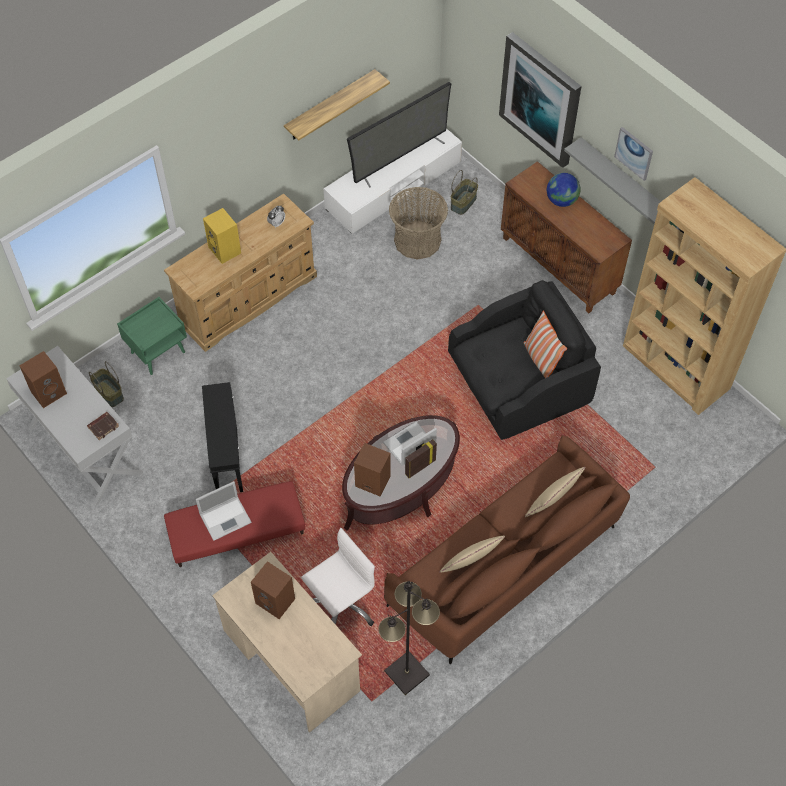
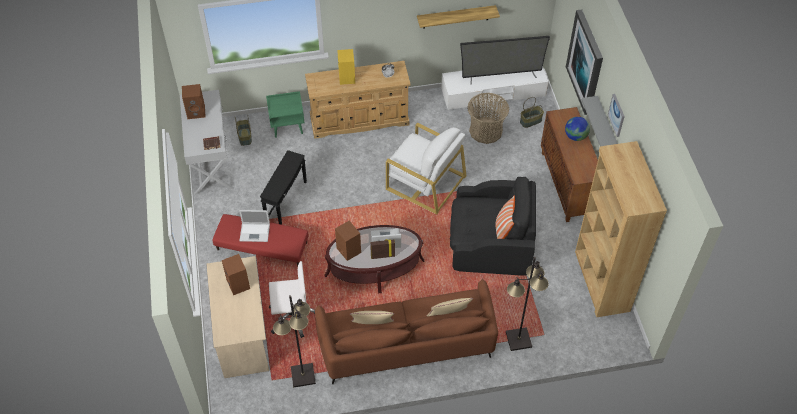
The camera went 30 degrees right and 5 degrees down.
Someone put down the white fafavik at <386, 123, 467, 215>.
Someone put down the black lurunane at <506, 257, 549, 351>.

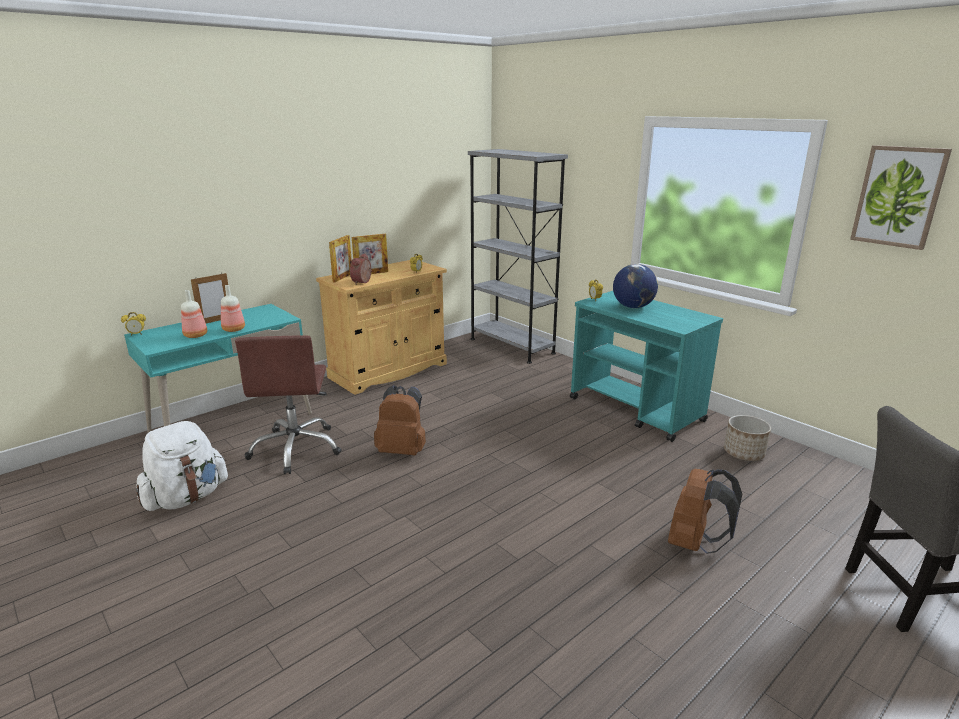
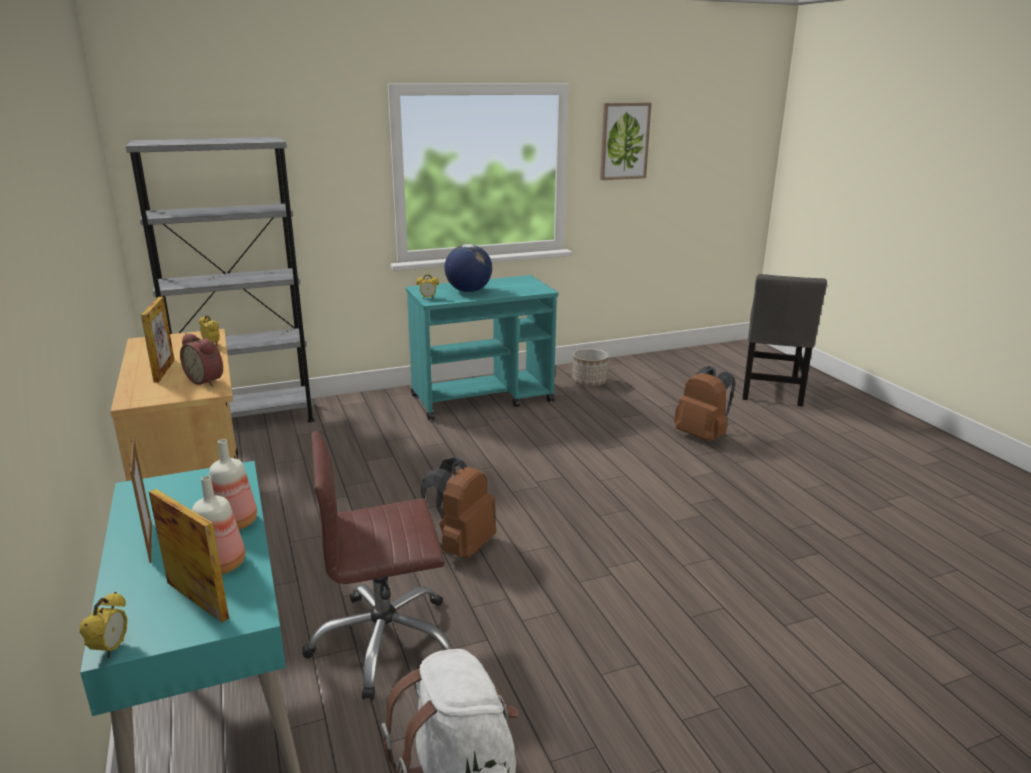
The camera went 70 degrees left and 0 degrees up.
Someone carried the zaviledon from <329, 235, 352, 282> to <149, 489, 229, 622>.
Someone rotated the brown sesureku at <235, 336, 341, 474> by 150 degrees clockwise.

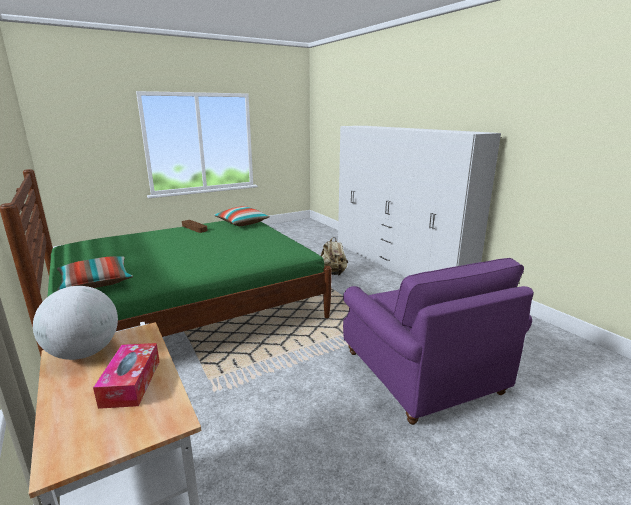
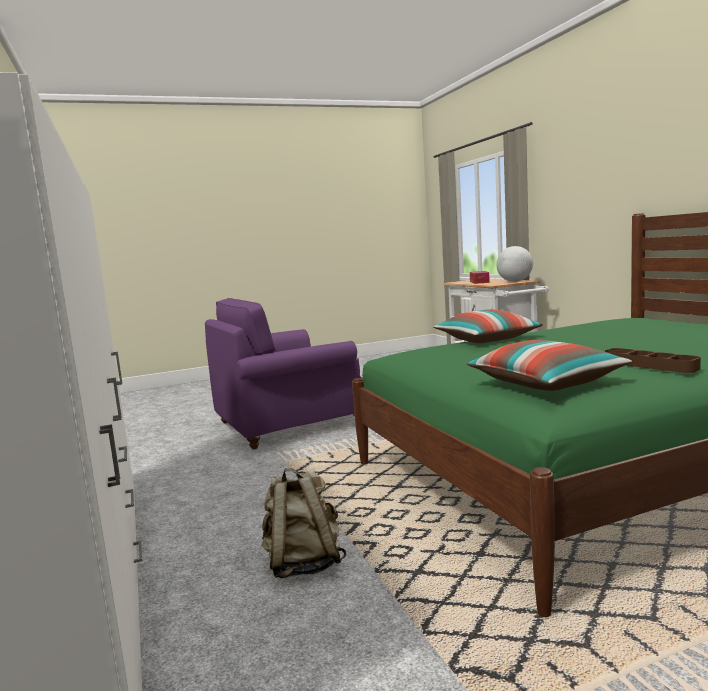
The camera went 170 degrees left and 10 degrees down.
Someone carried the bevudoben from <57, 256, 133, 290> to <433, 309, 543, 343>.
Someone rotated the purple fafavik at <343, 258, 534, 425> by 105 degrees counterclockwise.

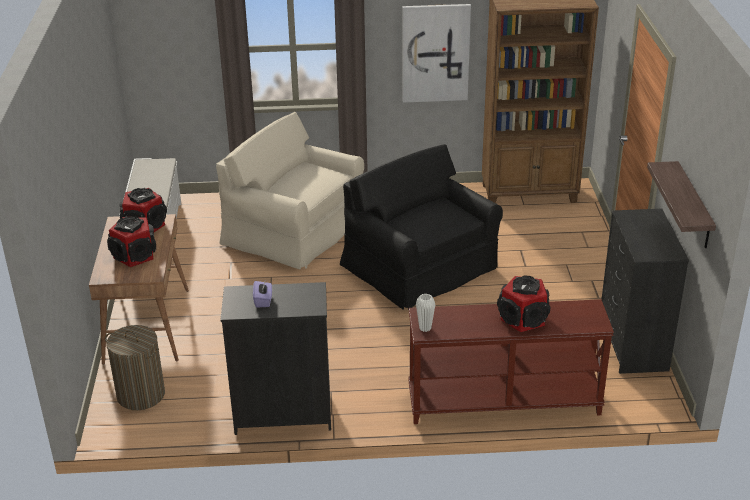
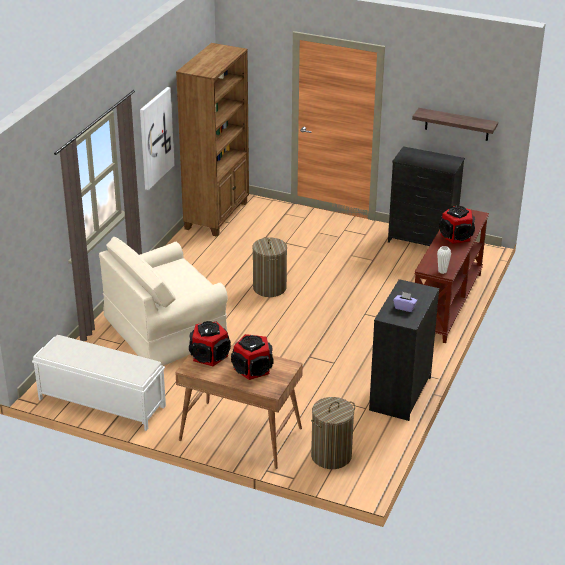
The camera went 65 degrees left and 0 degrees up.
Someone swapped the black fafavik at <340, 144, 503, 310> for the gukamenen at <252, 237, 287, 297>.

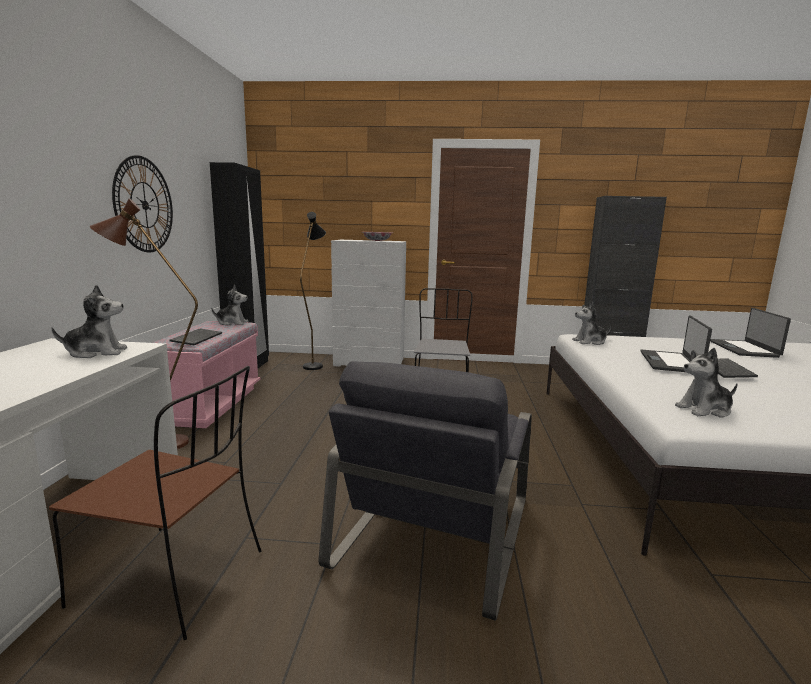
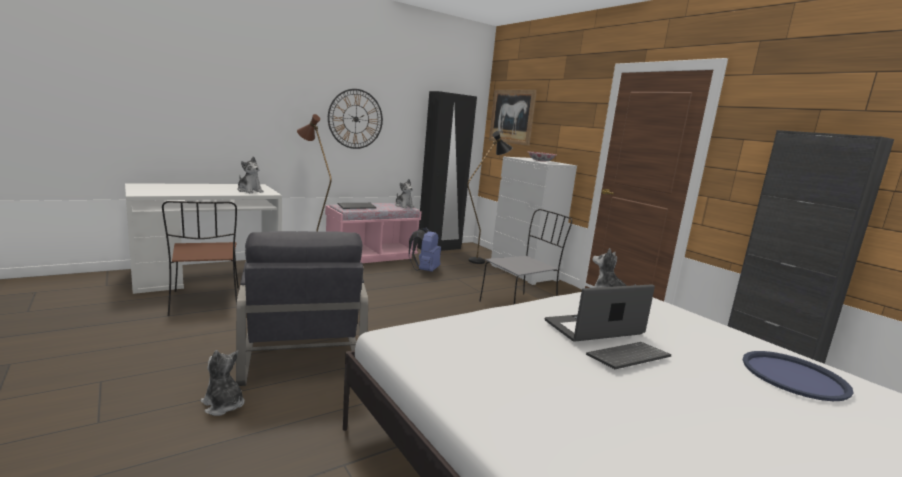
The camera went 50 degrees right and 0 degrees up.
Someone put down the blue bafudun at <409, 228, 441, 272>.
Someone put up the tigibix at <489, 90, 537, 146>.
Someone carried the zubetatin from <675, 348, 738, 418> to <201, 350, 245, 416>.
Someone swapped the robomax at <710, 308, 791, 358> for the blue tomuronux at <742, 351, 853, 401>.
Someone rotated the grey fafavik at <318, 361, 532, 621> by 90 degrees counterclockwise.

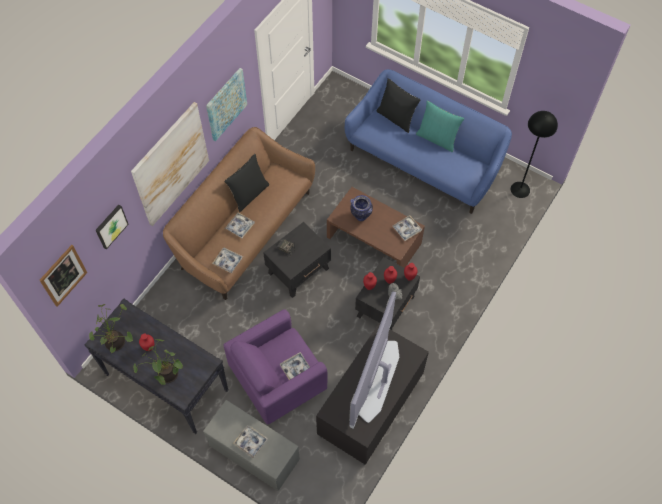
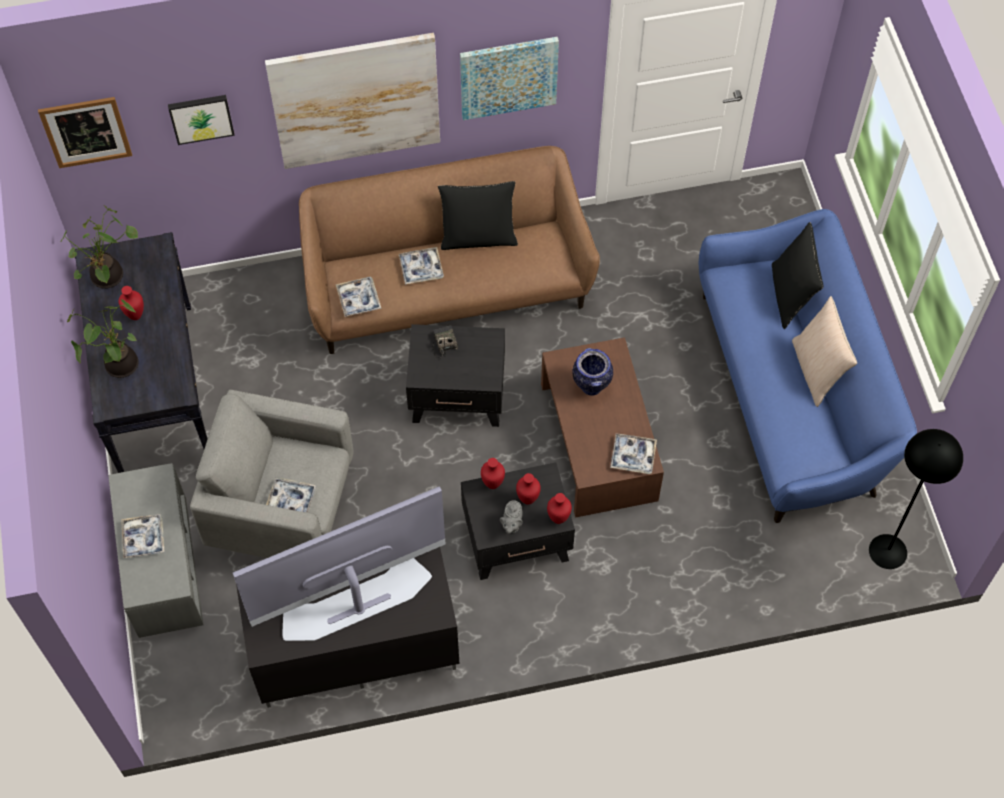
The camera went 45 degrees right and 0 degrees up.
Someone repainted the purple fafavik at <224, 309, 327, 425>, which became the grey fafavik at <190, 390, 354, 558>.
Someone repainted the turquoise bevudoben at <416, 100, 464, 152>, which became the beige bevudoben at <792, 296, 857, 407>.

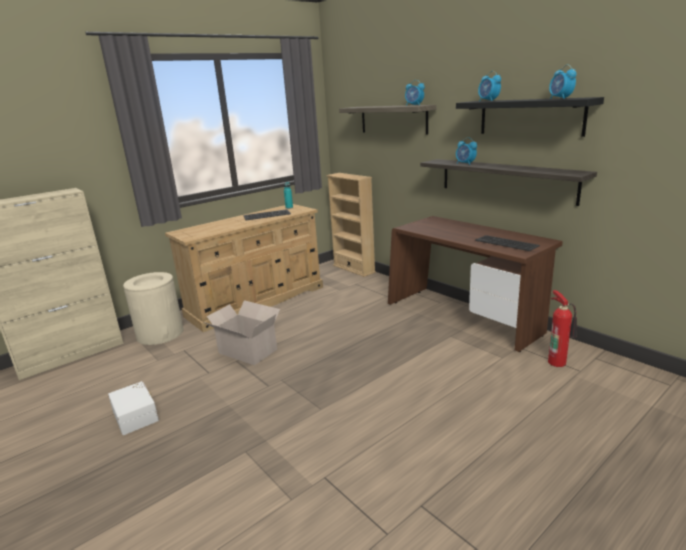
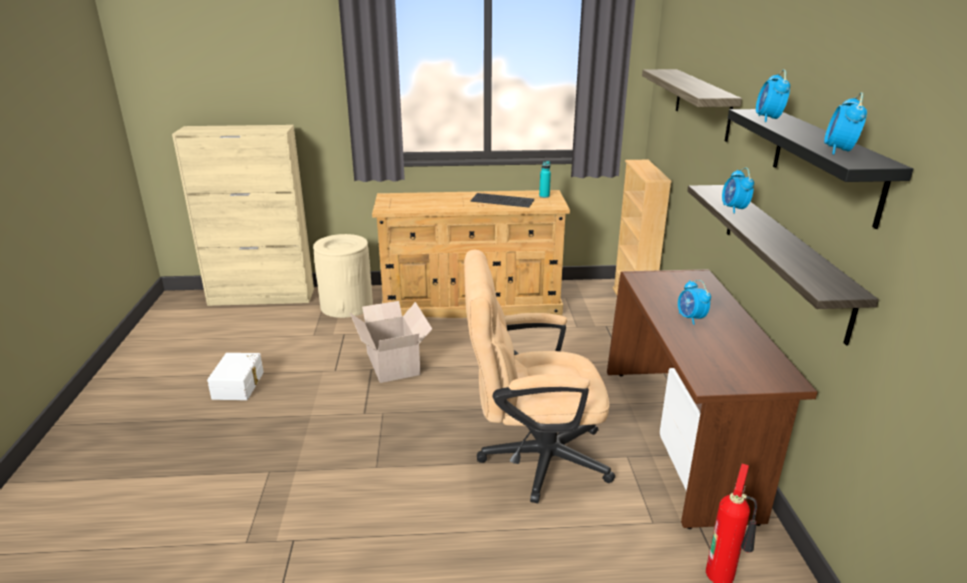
The camera went 35 degrees right and 5 degrees up.
Someone took away the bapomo at <475, 235, 540, 251>.
Someone put down the beige sesureku at <464, 249, 615, 503>.
Someone carried the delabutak from <405, 80, 425, 106> to <678, 280, 711, 325>.

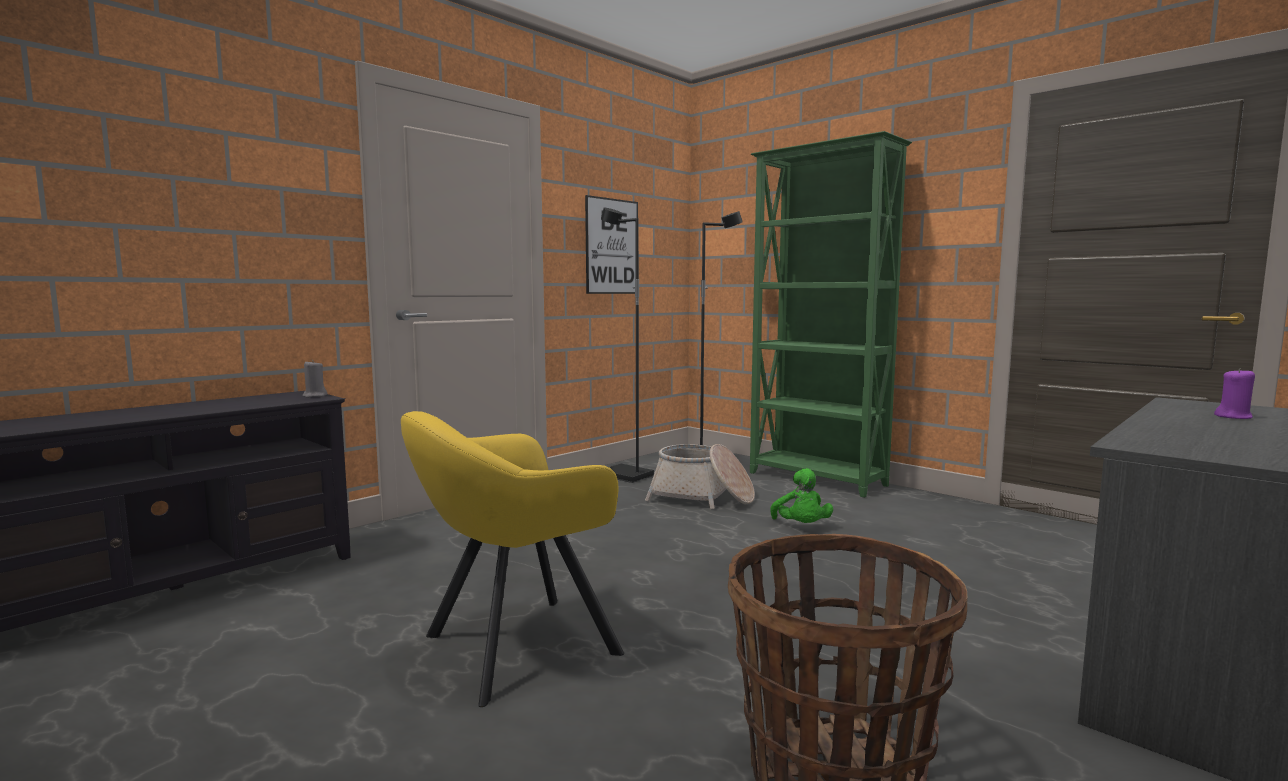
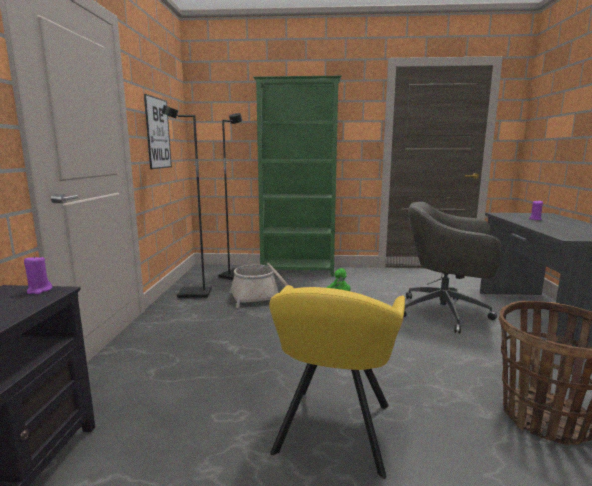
The camera went 40 degrees left and 5 degrees up.
Someone put down the grey sesureku at <403, 202, 501, 333>.
Someone repainted the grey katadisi at <303, 360, 327, 398>, which became the purple katadisi at <24, 255, 52, 294>.

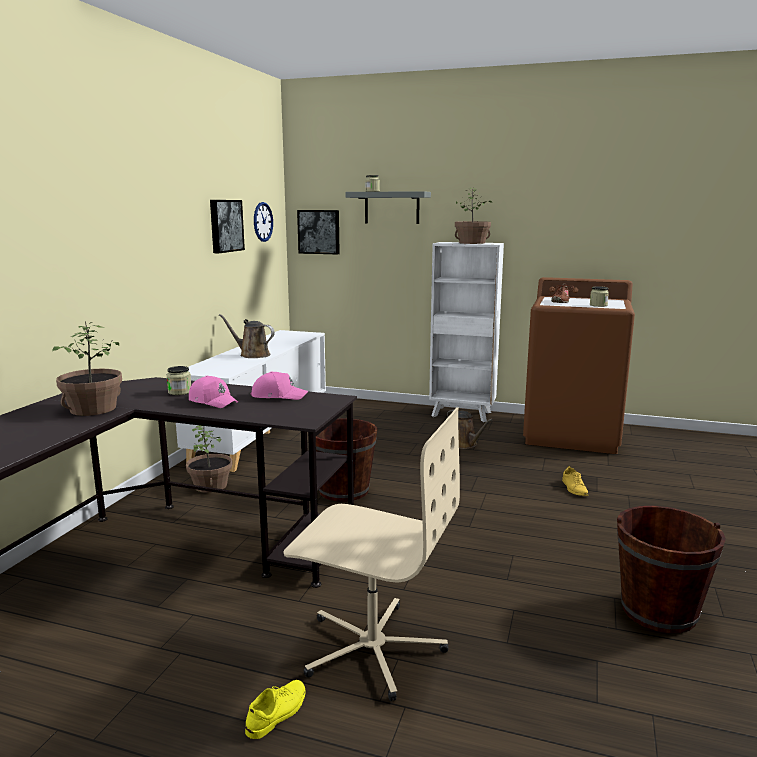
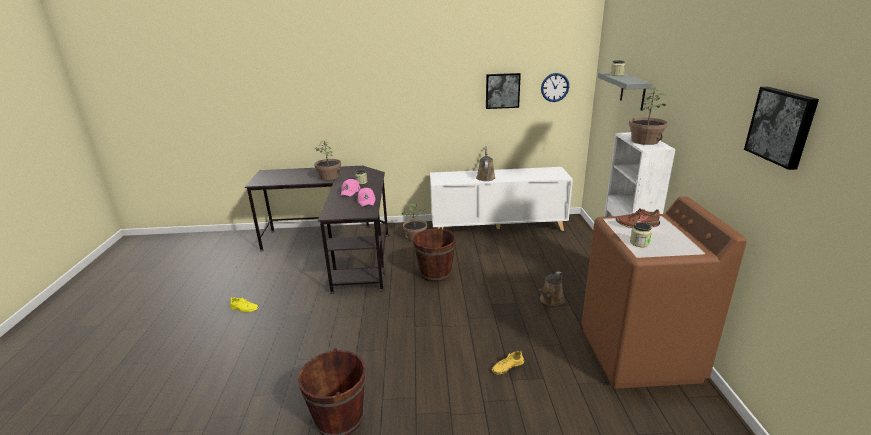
The camera went 70 degrees right and 10 degrees up.
Someone took away the beige sesureku at <284, 407, 460, 701>.
Someone carried the tigibix from <297, 210, 340, 255> to <744, 87, 819, 170>.

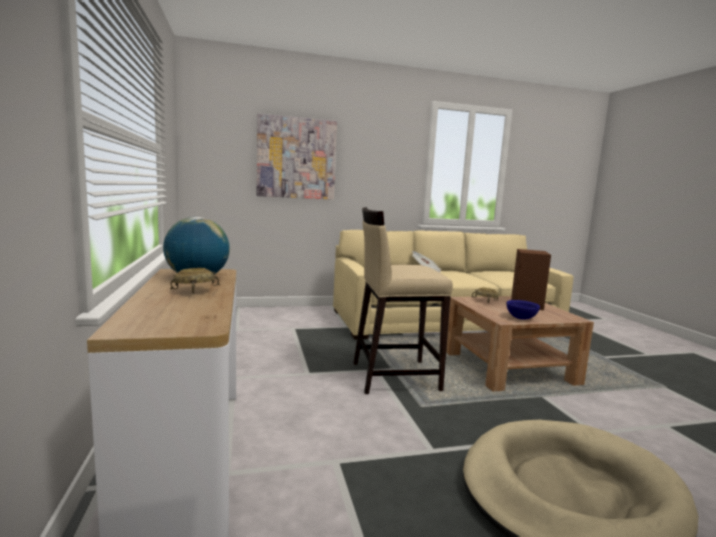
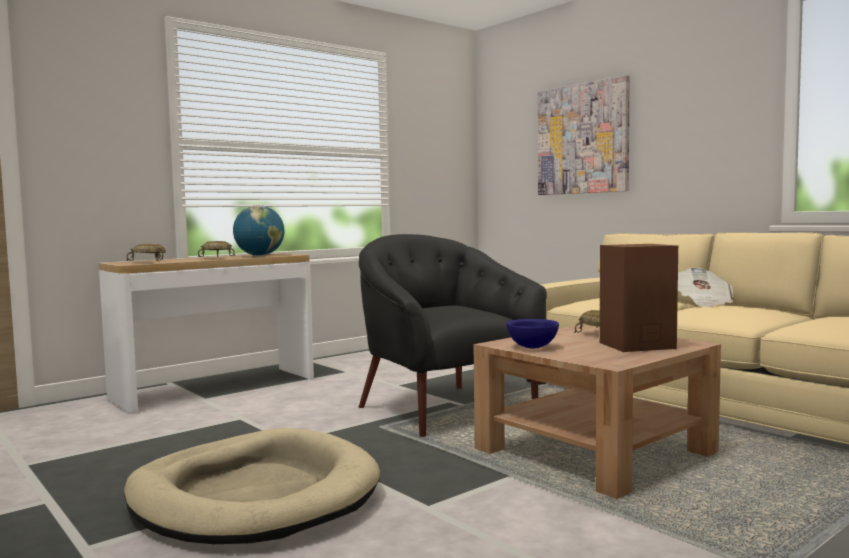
The camera went 65 degrees right and 5 degrees down.
Someone put down the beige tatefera at <126, 244, 166, 261>.
Someone swapped the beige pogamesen at <353, 207, 453, 394> for the black fafavik at <359, 234, 547, 437>.

